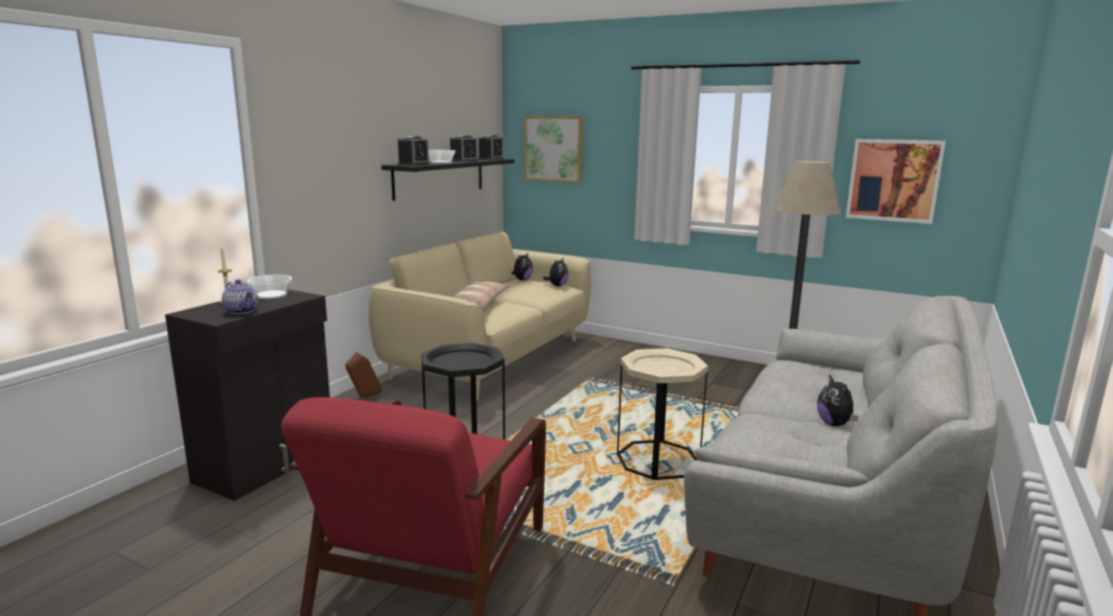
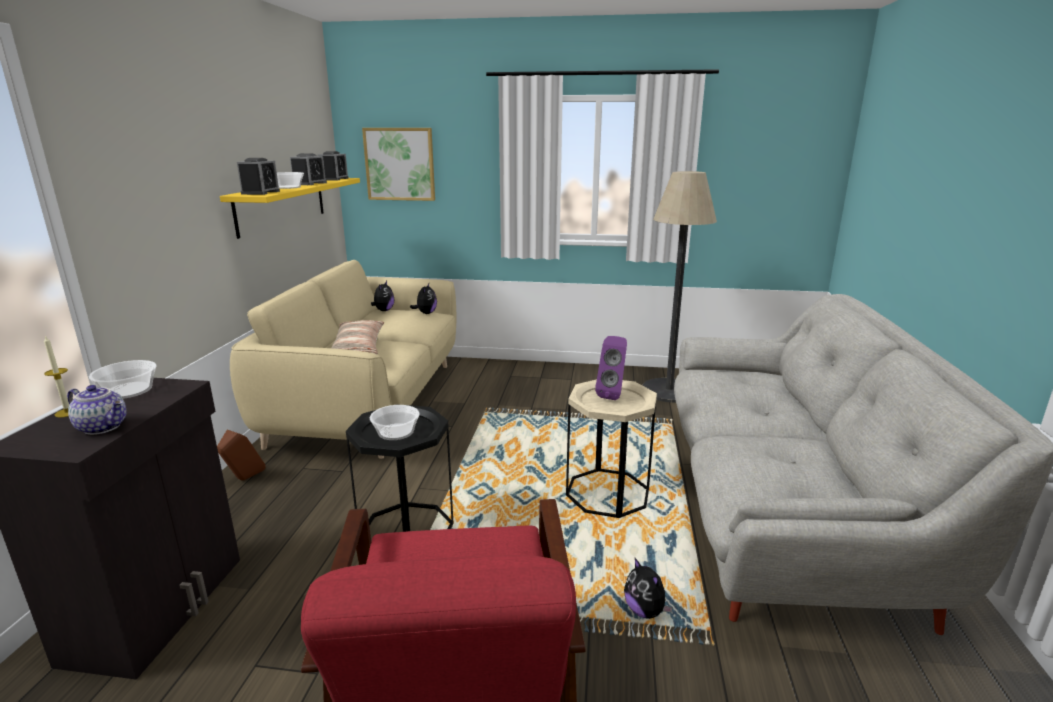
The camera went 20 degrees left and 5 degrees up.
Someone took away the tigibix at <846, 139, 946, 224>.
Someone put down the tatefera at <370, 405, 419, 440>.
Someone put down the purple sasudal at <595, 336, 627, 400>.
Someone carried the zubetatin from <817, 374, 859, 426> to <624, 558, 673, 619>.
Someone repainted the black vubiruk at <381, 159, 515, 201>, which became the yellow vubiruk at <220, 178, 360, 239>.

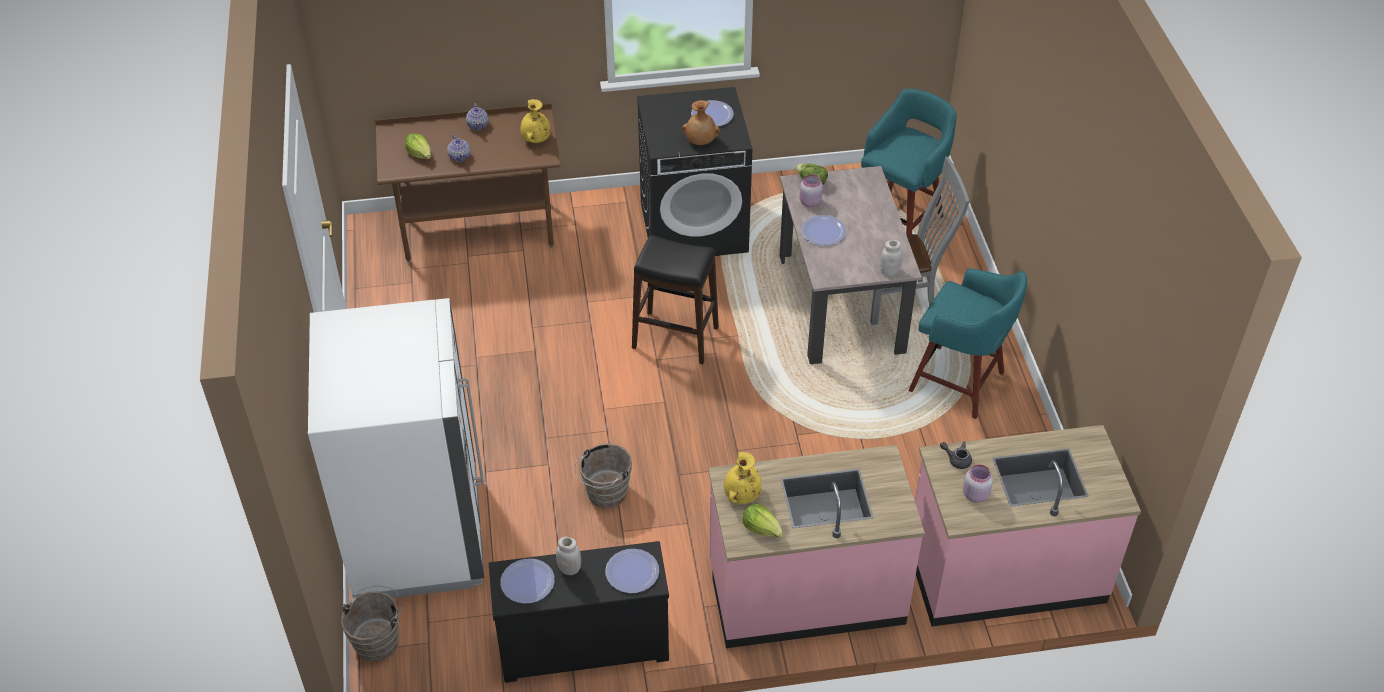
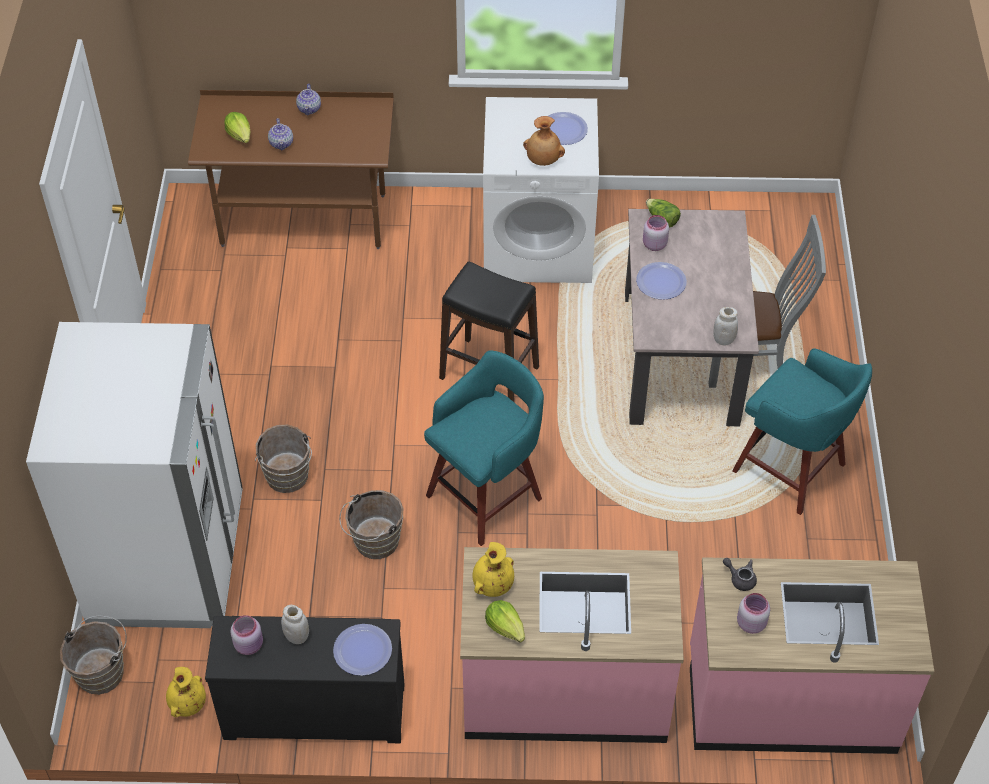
The camera went 10 degrees right and 5 degrees up.
Someone put down the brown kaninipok at <255, 425, 312, 493>.
Someone carried the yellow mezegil from <520, 99, 551, 143> to <166, 667, 206, 717>.
Someone carried the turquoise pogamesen from <861, 89, 957, 234> to <424, 350, 544, 546>.
Someone swapped the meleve at <500, 558, 555, 604> for the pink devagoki at <230, 615, 263, 655>.
Someone repainted the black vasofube at <637, 87, 752, 256>, which became the white vasofube at <483, 97, 599, 283>.

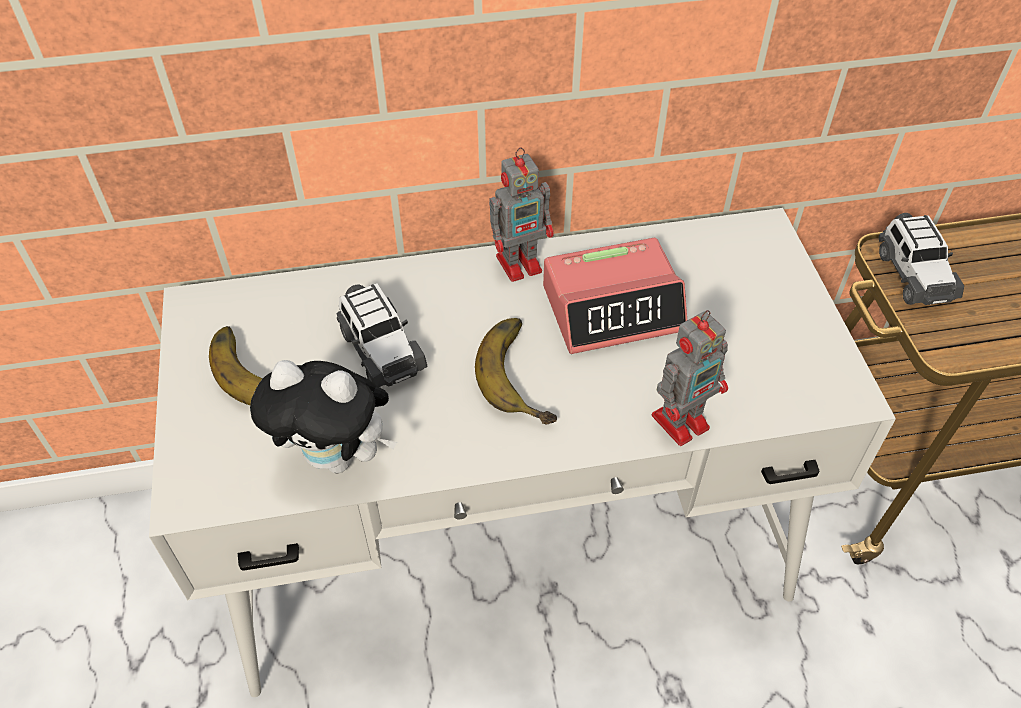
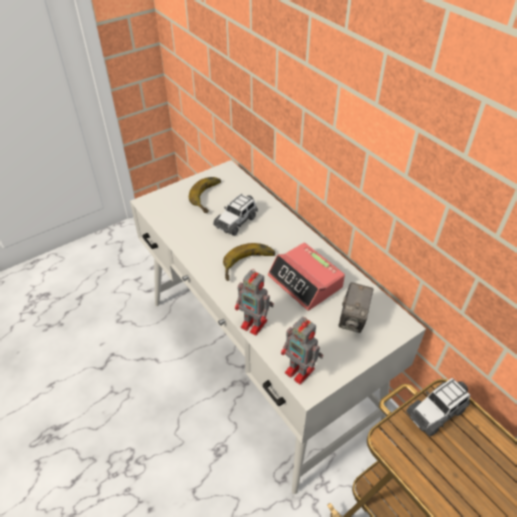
The camera went 65 degrees right and 5 degrees down.
Someone took away the zubetatin at <250, 360, 397, 473>.
Someone put down the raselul at <338, 282, 374, 333>.
Someone carried the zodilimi from <489, 147, 554, 282> to <281, 317, 323, 384>.

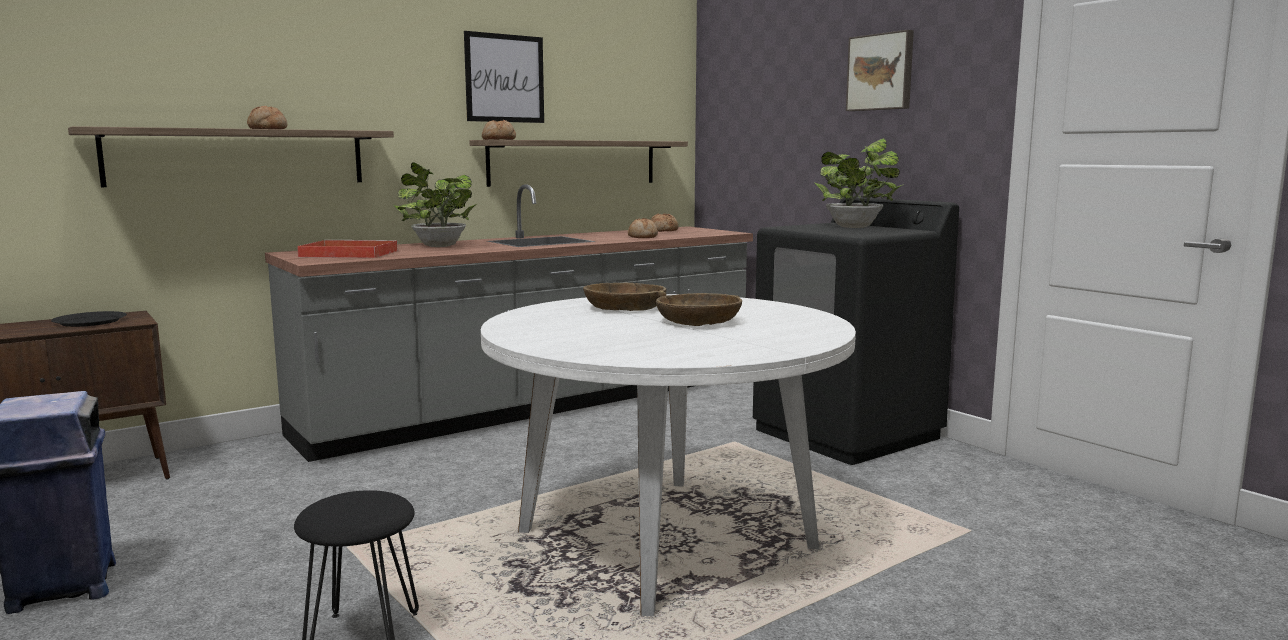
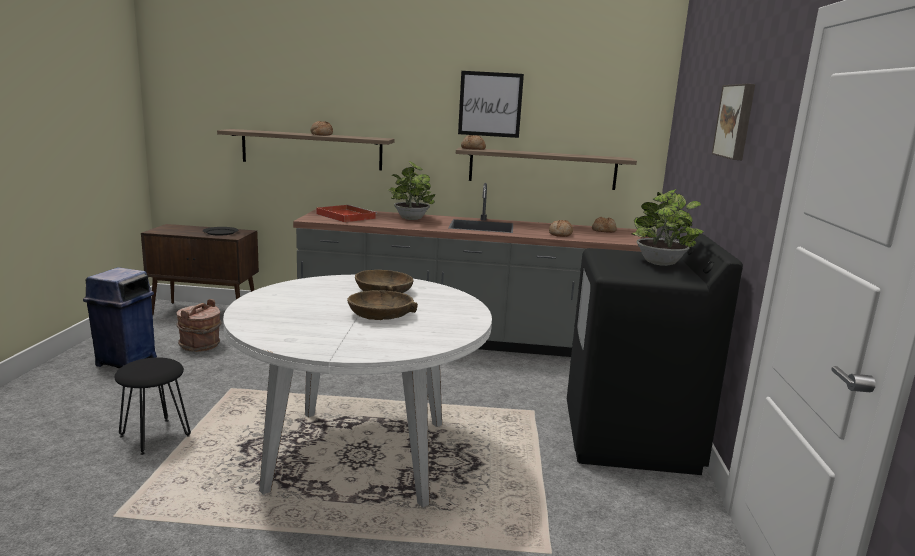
The camera went 40 degrees right and 5 degrees up.
Someone put down the brown kaninipok at <176, 299, 221, 352>.

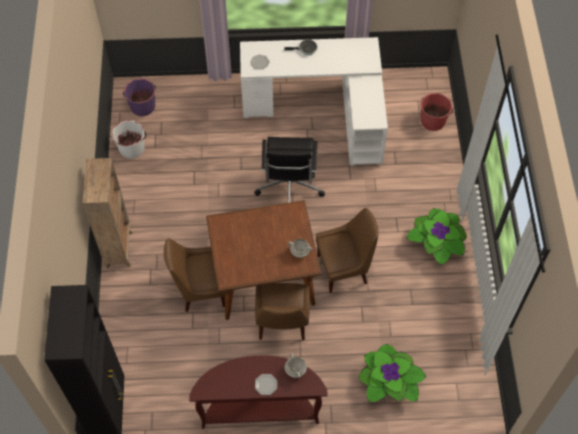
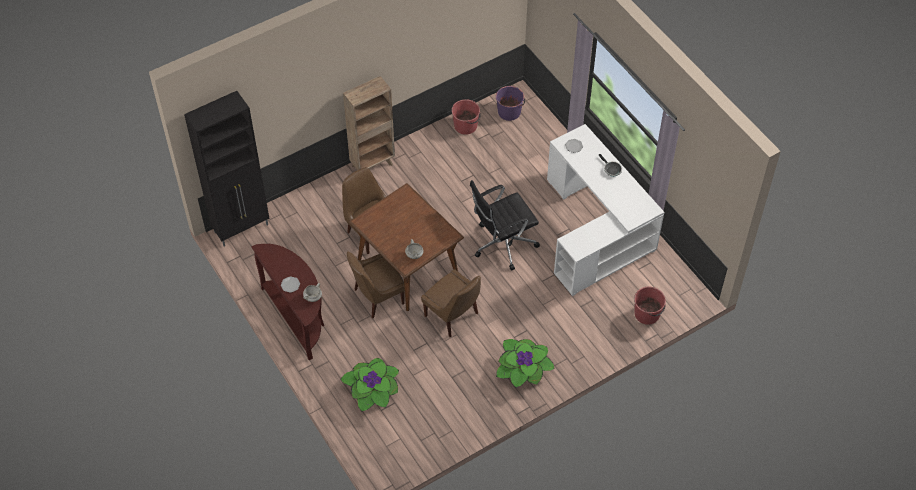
The camera went 60 degrees right and 5 degrees down.
Someone repainted the white kaninipok at <112, 120, 146, 159>, which became the red kaninipok at <451, 99, 481, 135>.

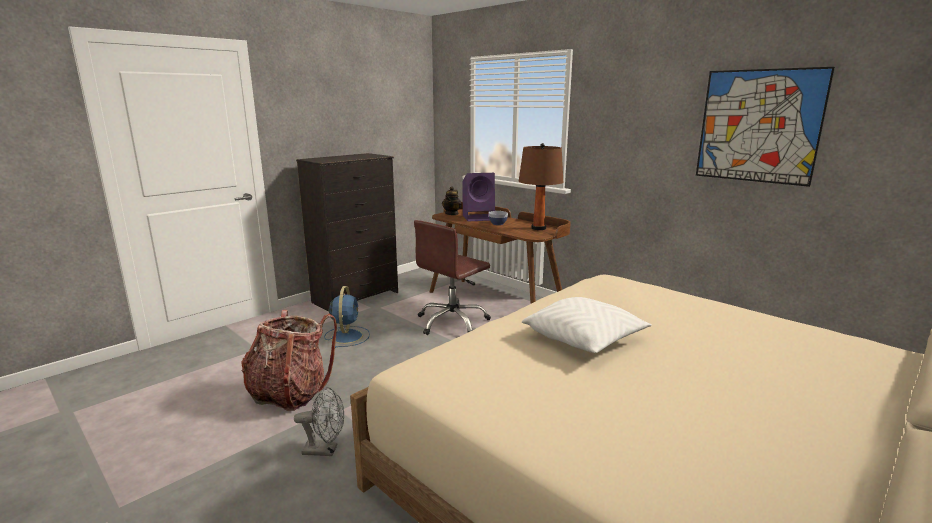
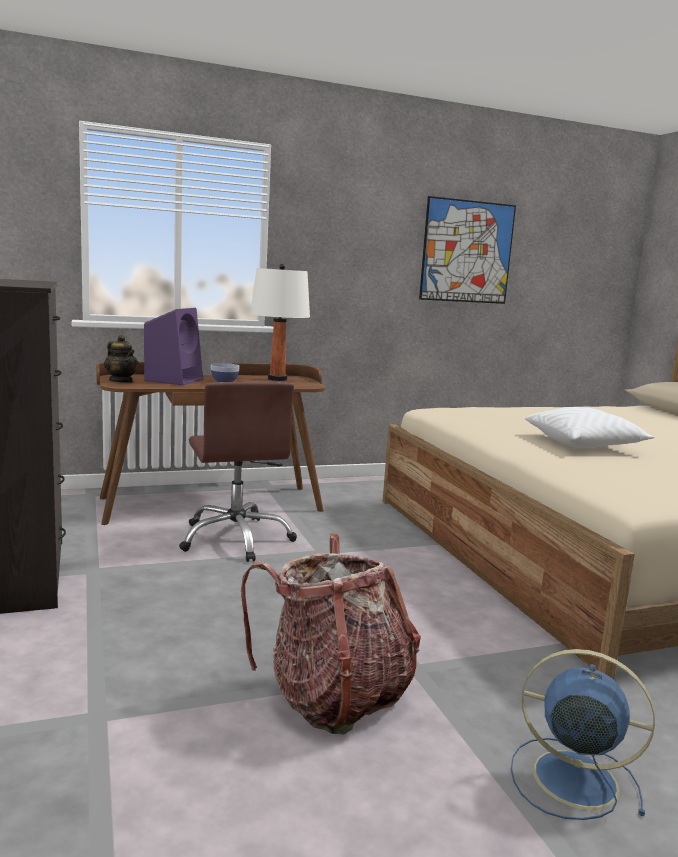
The camera went 65 degrees left and 5 degrees down.
Someone took away the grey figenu at <294, 387, 344, 456>.
Someone carried the blue figenu from <324, 286, 370, 348> to <511, 649, 655, 820>.
Someone repainted the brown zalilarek at <518, 143, 564, 230>, which became the white zalilarek at <250, 264, 310, 381>.

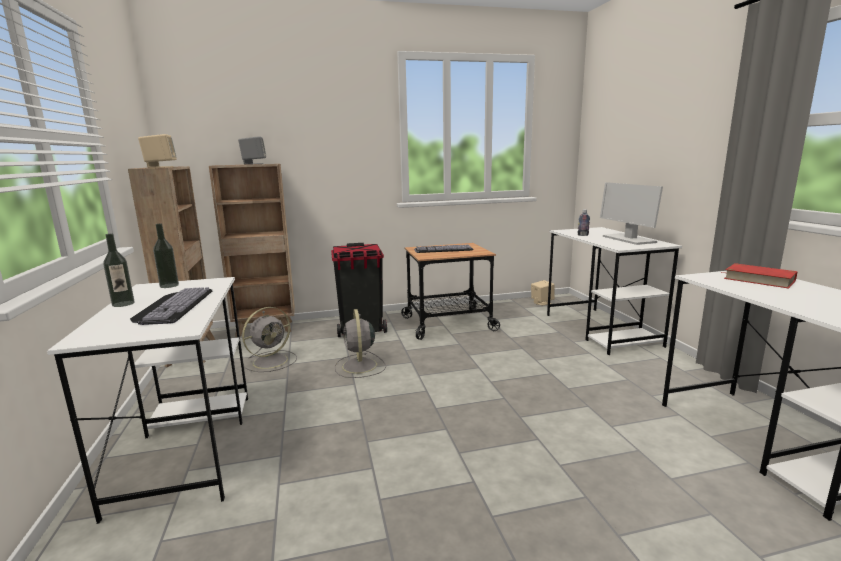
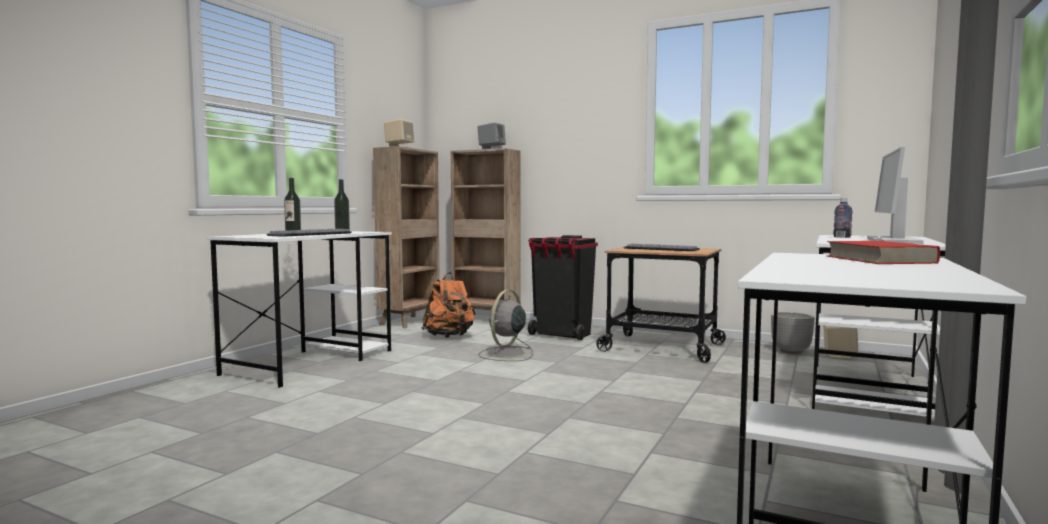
The camera went 40 degrees right and 10 degrees down.
Someone put down the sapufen at <771, 312, 815, 354>.
Someone swapped the grey figenu at <242, 307, 297, 372> for the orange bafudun at <421, 272, 475, 338>.

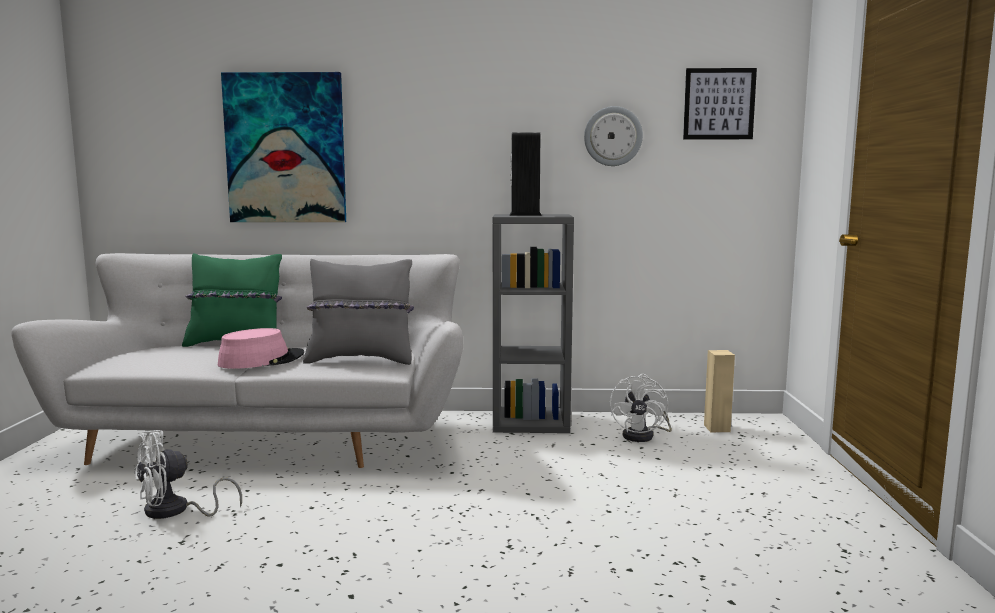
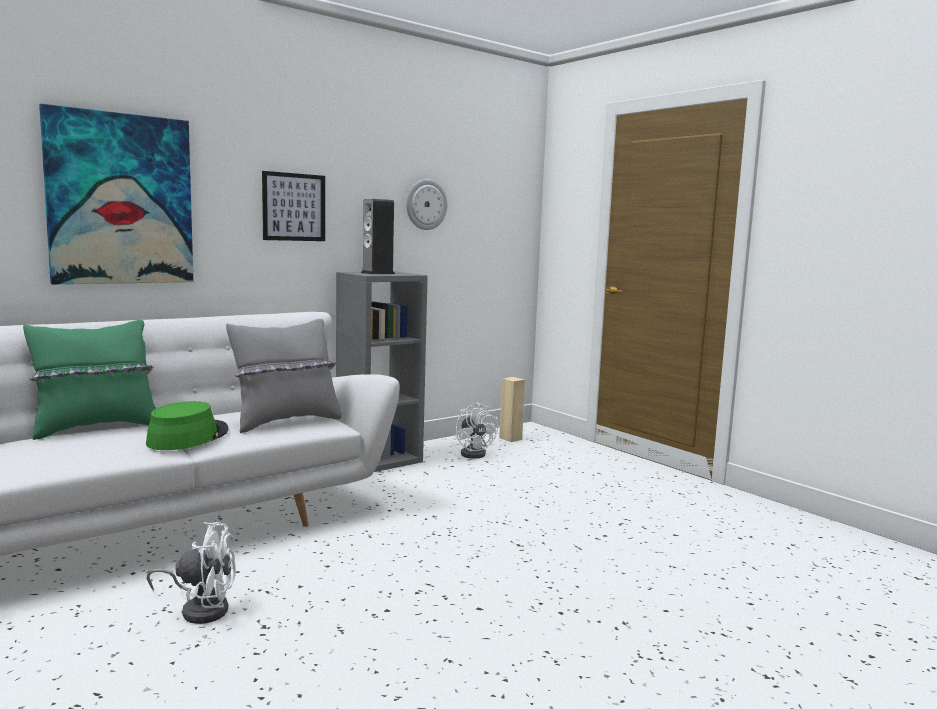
The camera went 40 degrees left and 0 degrees up.
Someone carried the tigibix from <683, 68, 757, 139> to <262, 171, 325, 241>.
Someone repainted the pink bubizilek at <218, 328, 304, 369>, which became the green bubizilek at <146, 401, 228, 450>.
Someone rotated the white figenu at <134, 430, 242, 519> by 105 degrees counterclockwise.

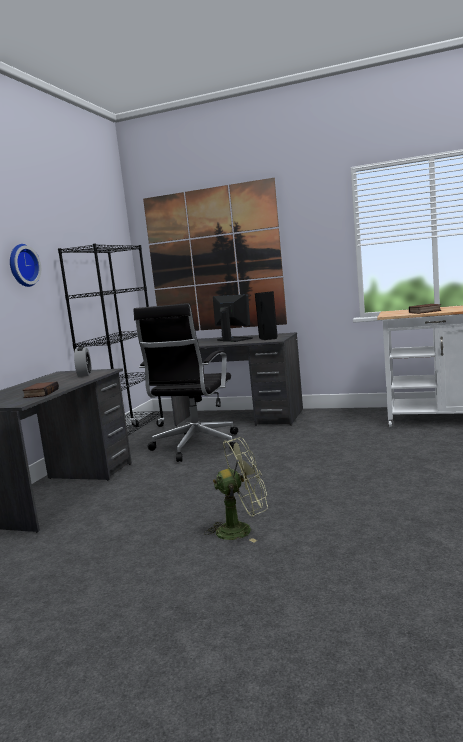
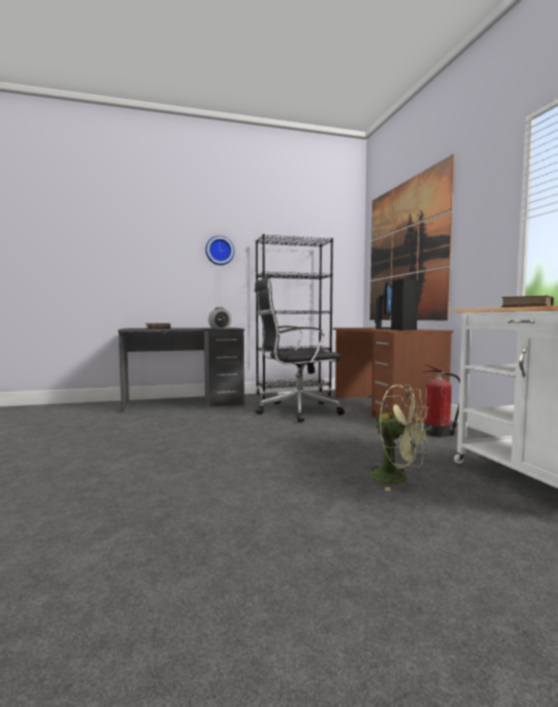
The camera went 55 degrees right and 5 degrees down.
Someone put down the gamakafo at <423, 364, 460, 437>.
Someone carried the green figenu from <204, 437, 268, 543> to <367, 384, 432, 491>.
Someone repainted the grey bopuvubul at <171, 332, 303, 426>, which became the brown bopuvubul at <333, 328, 453, 424>.

